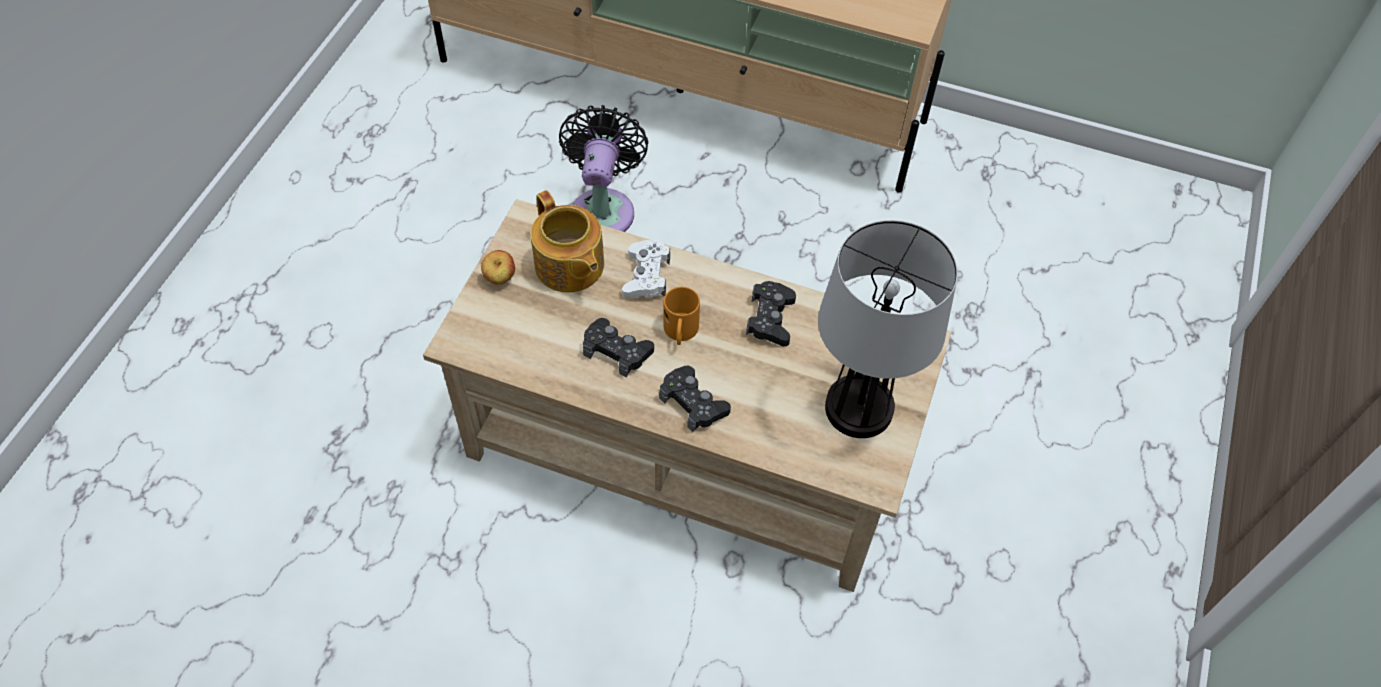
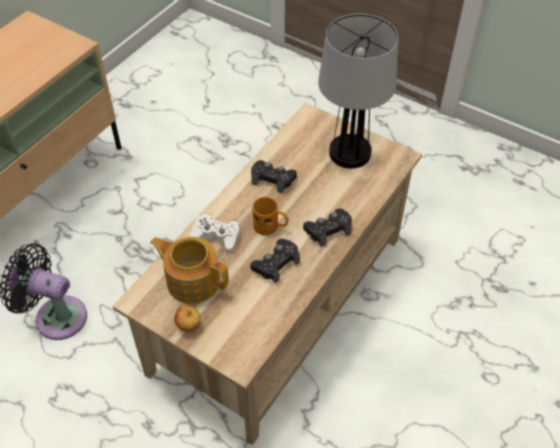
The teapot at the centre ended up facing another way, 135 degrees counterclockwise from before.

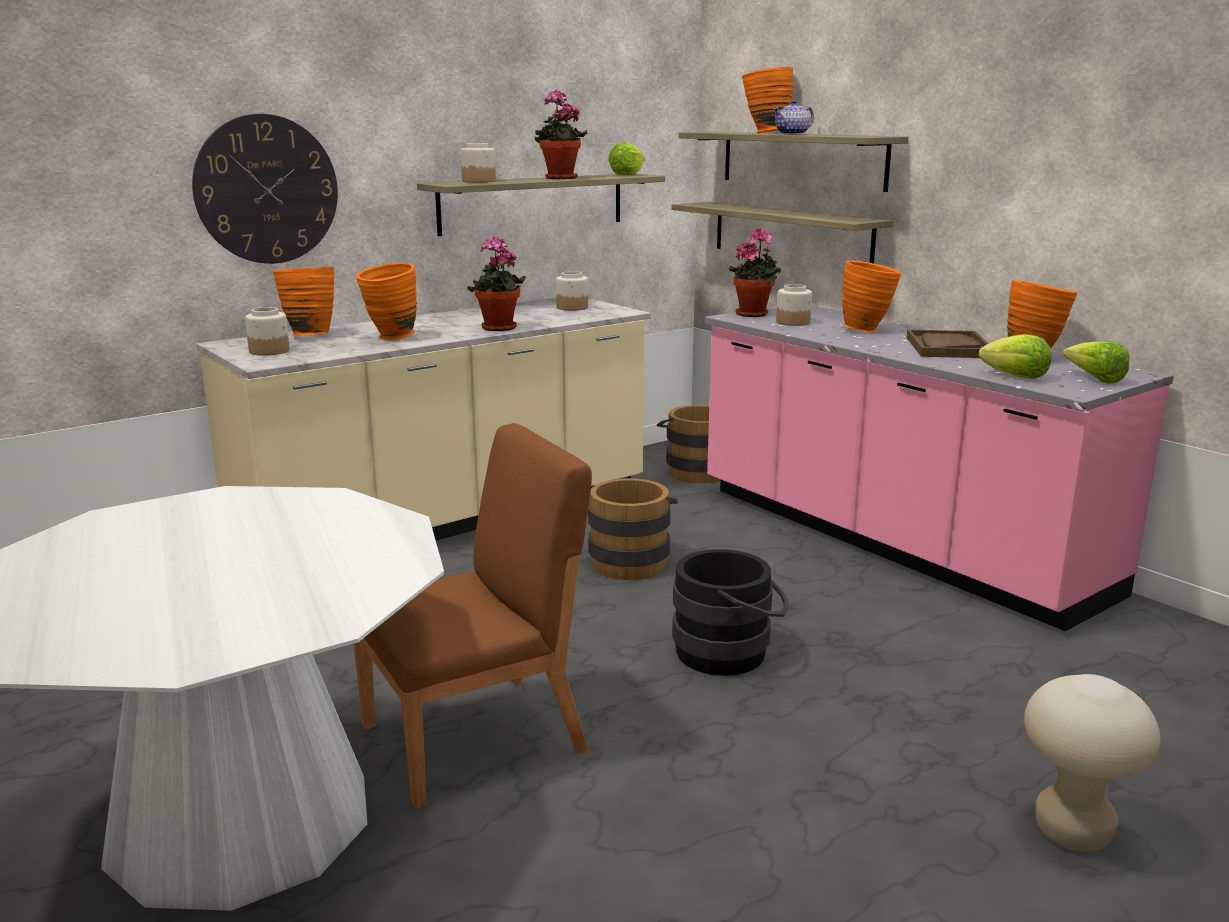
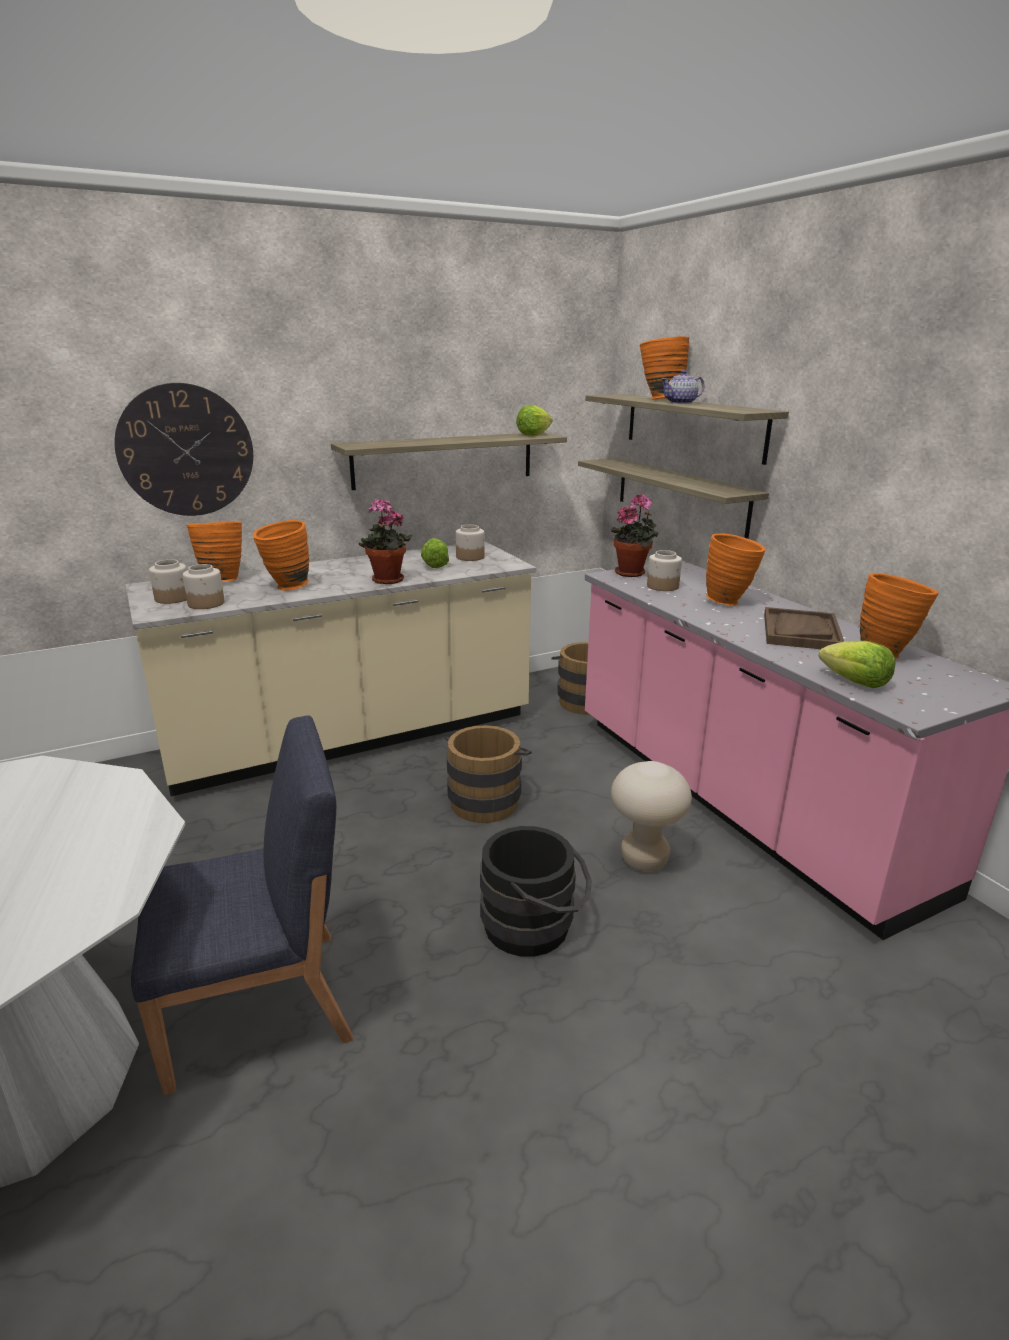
The second view lost the potted plant (2nd from left) at the top centre.
The jar (2nd from left) ended up elsewhere, having gone from the top centre to the middle left.
The beige stool ended up elsewhere, having gone from the bottom right to the centre.
The lettuce (3rd from left in the first image) ended up elsewhere, having gone from the middle right to the centre.
What was the brown chair at the bottom centre turned into the blue chair at the bottom left.

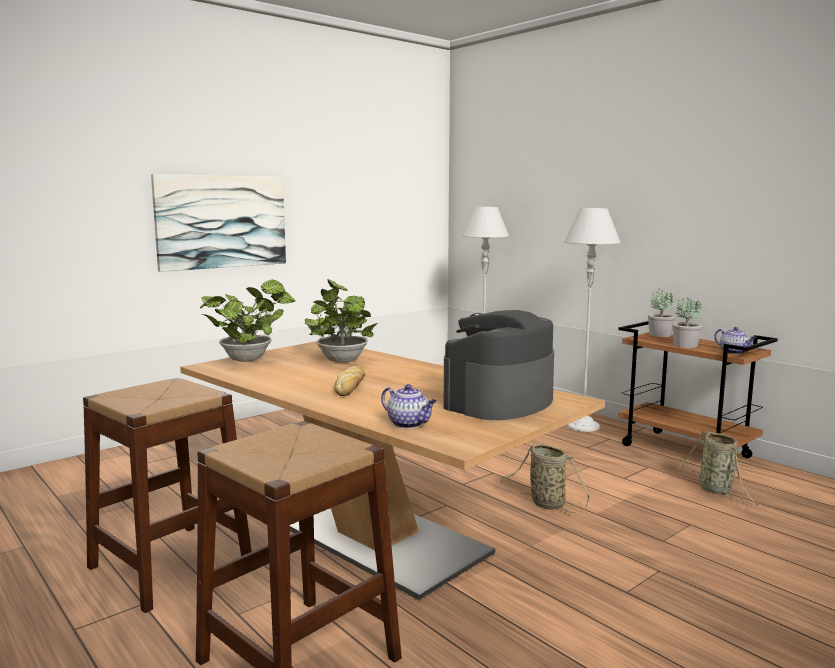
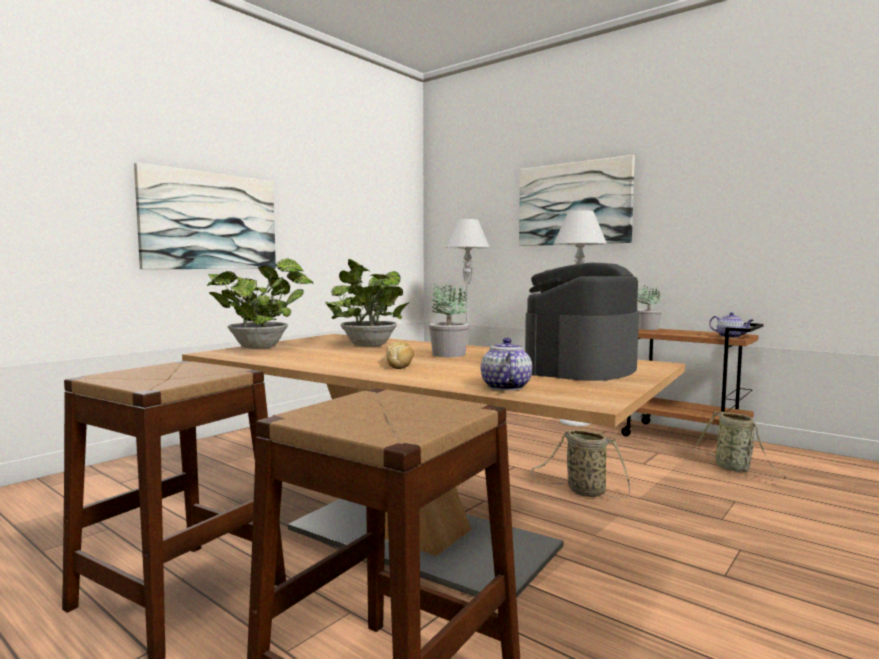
The second view gained the picture (2nd from left) at the top centre.
The potted plant (4th from left in the first image) ended up elsewhere, having gone from the middle right to the centre.
The teapot (1st from left) at the centre ended up facing another way, 120 degrees counterclockwise from before.

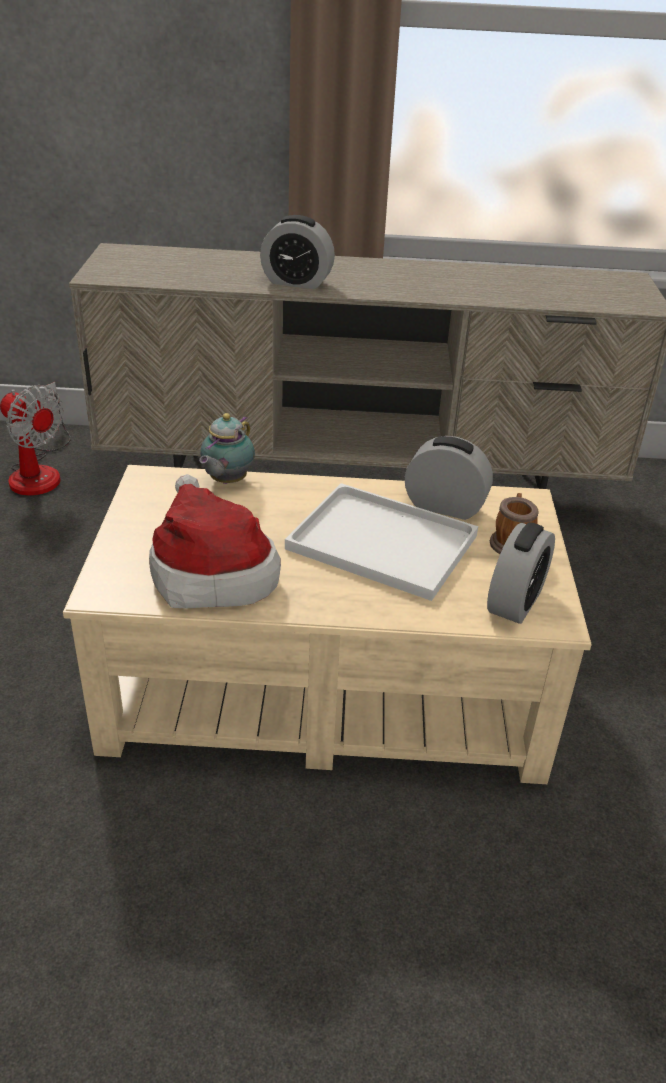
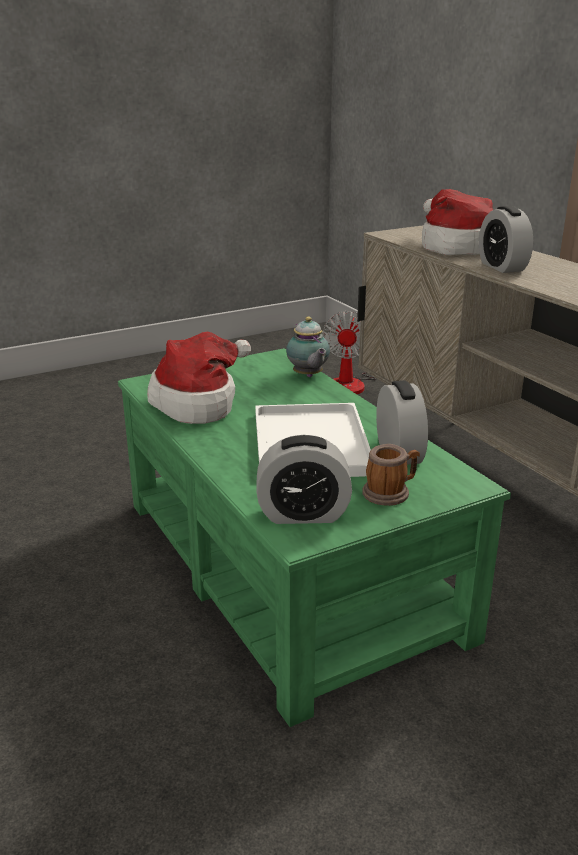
The second view gained the hat (2nd from left) at the top right.
What was the beige coffee table at the centre turned into the green coffee table at the centre.
The teapot at the centre ended up facing another way, 105 degrees counterclockwise from before.

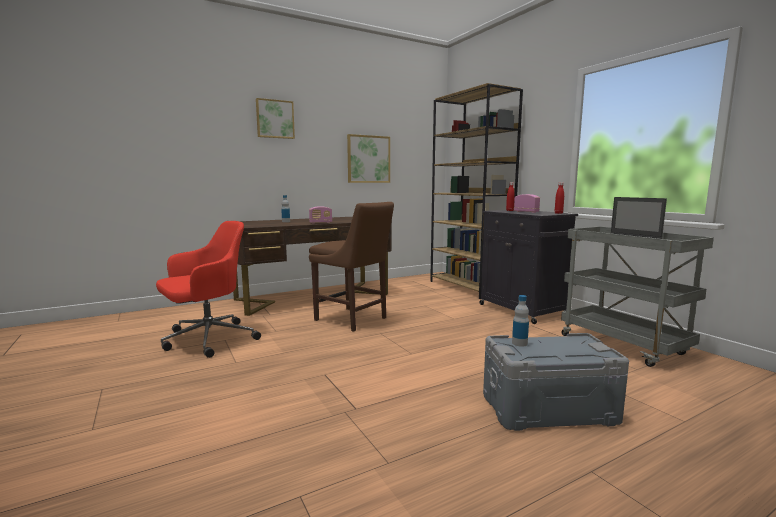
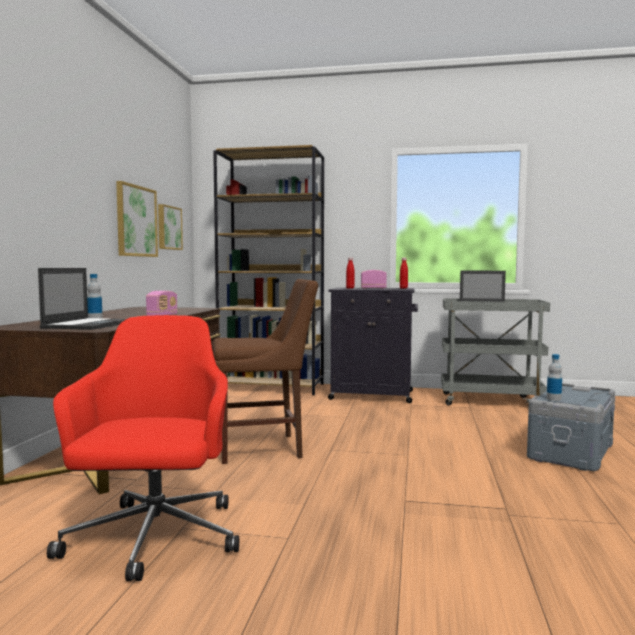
The second view gained the laptop (1st from left) at the middle left.
The picture (1st from left in the first image) ended up elsewhere, having gone from the top centre to the middle left.

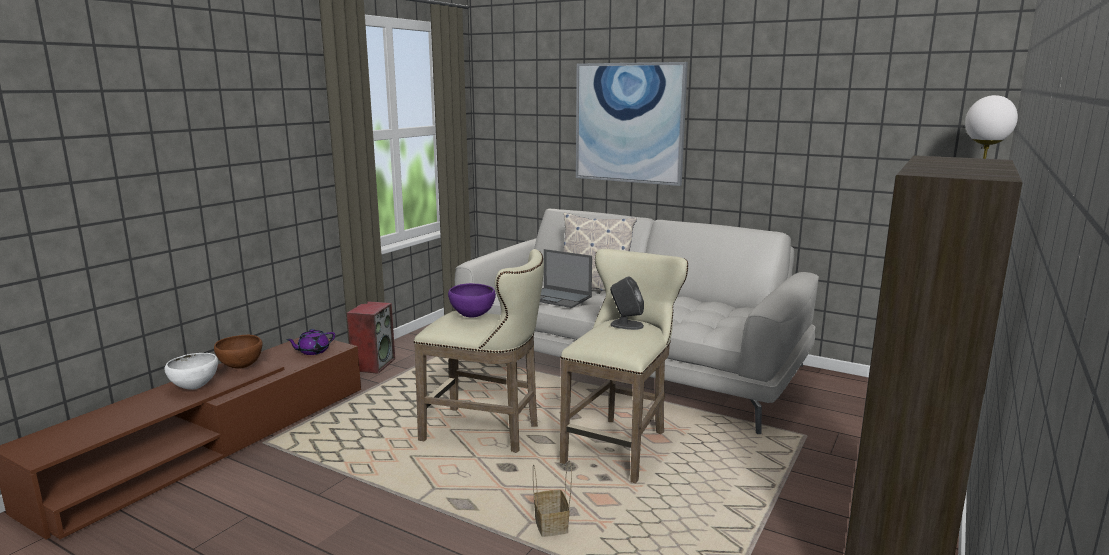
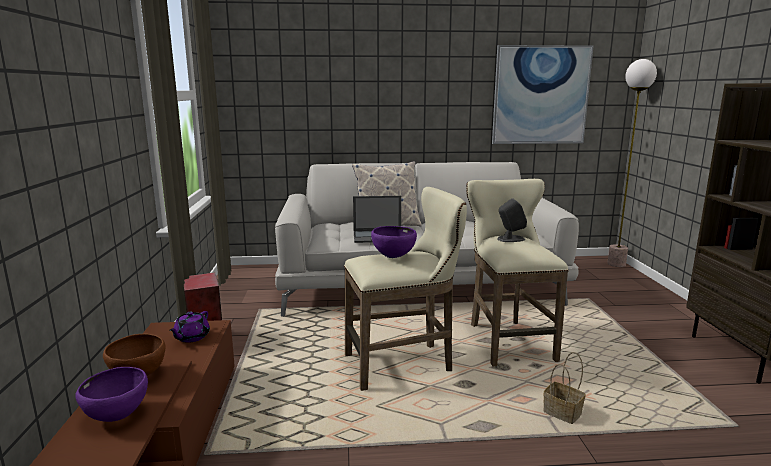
The picture ended up elsewhere, having gone from the top centre to the top right.
What was the white bowl at the bottom left turned into the purple bowl (1st from left) at the bottom left.

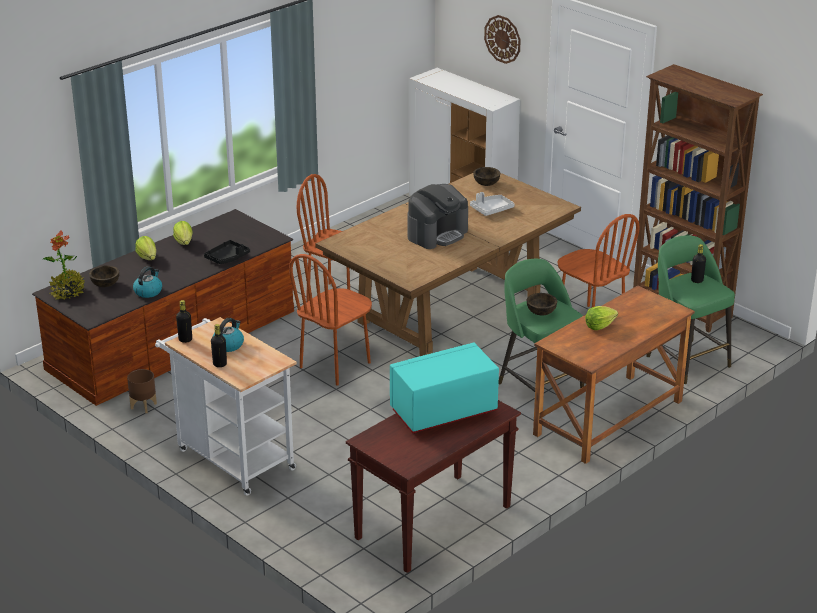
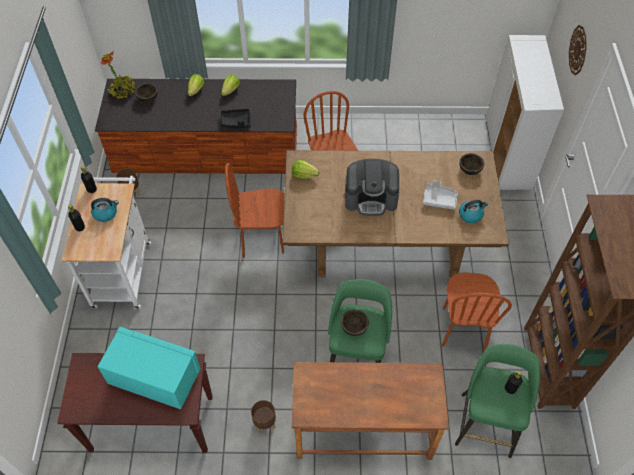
The second view gained the brown planter (2nd from left) at the bottom centre.
The kettle (1st from left in the first image) ended up elsewhere, having gone from the middle left to the middle right.
The lettuce (3rd from left) ended up elsewhere, having gone from the middle right to the centre.

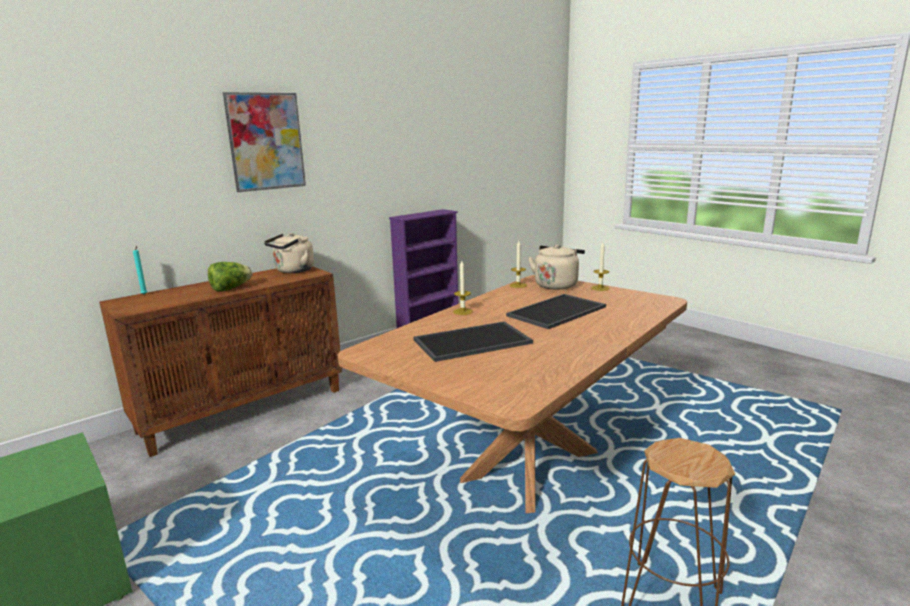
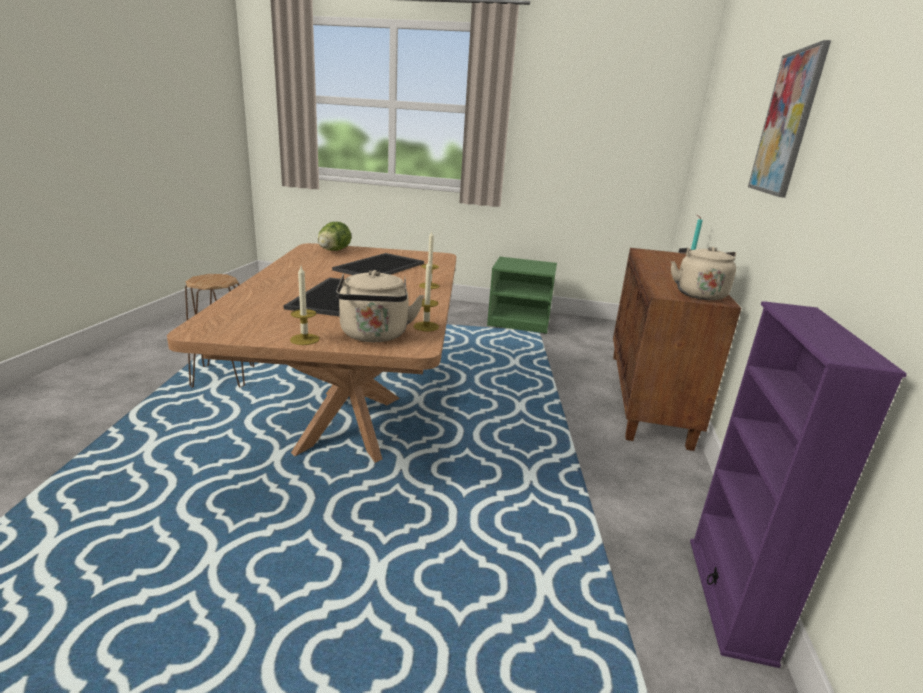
The lettuce ended up elsewhere, having gone from the middle left to the centre.

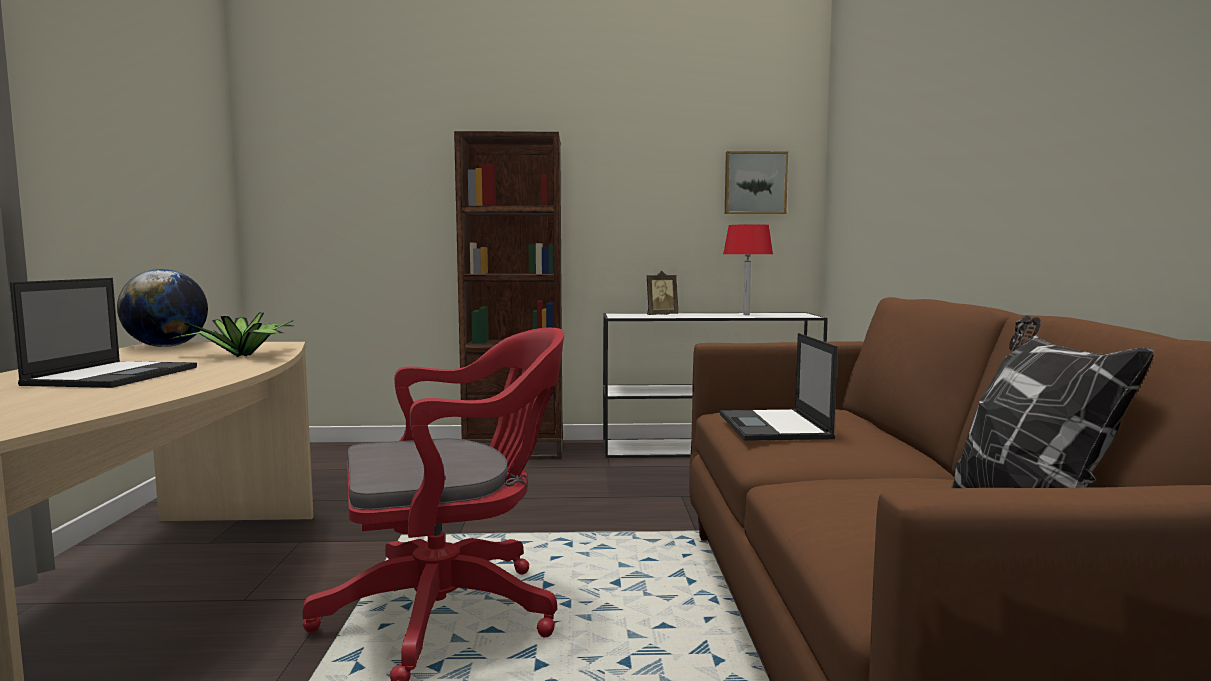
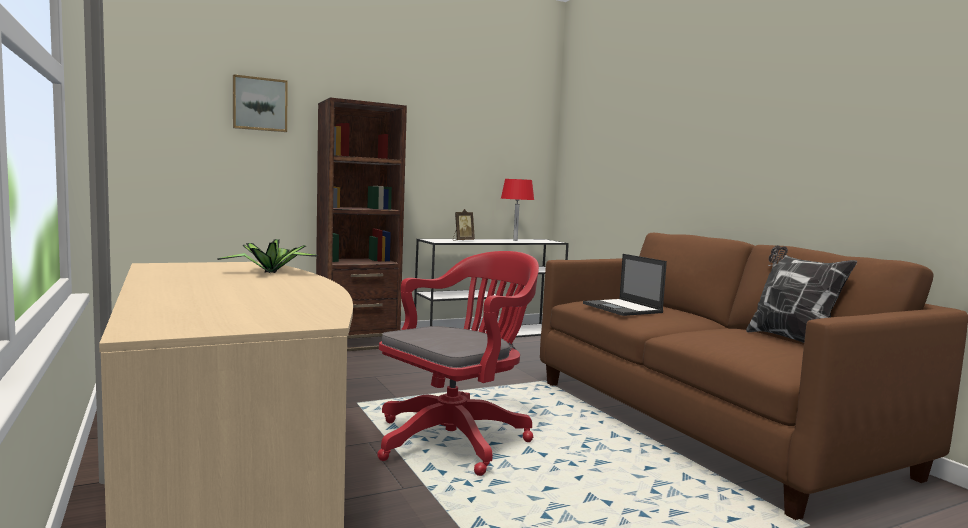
The second view lost the laptop (1st from left) at the middle left.
The second view lost the globe at the middle left.
The picture ended up elsewhere, having gone from the top centre to the top left.

